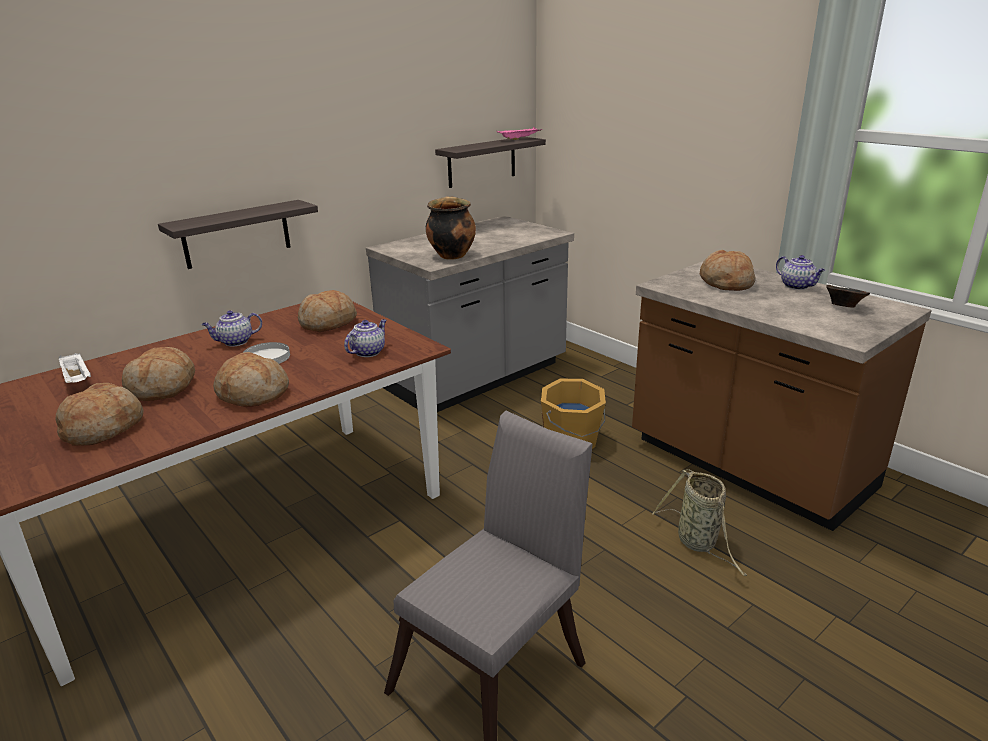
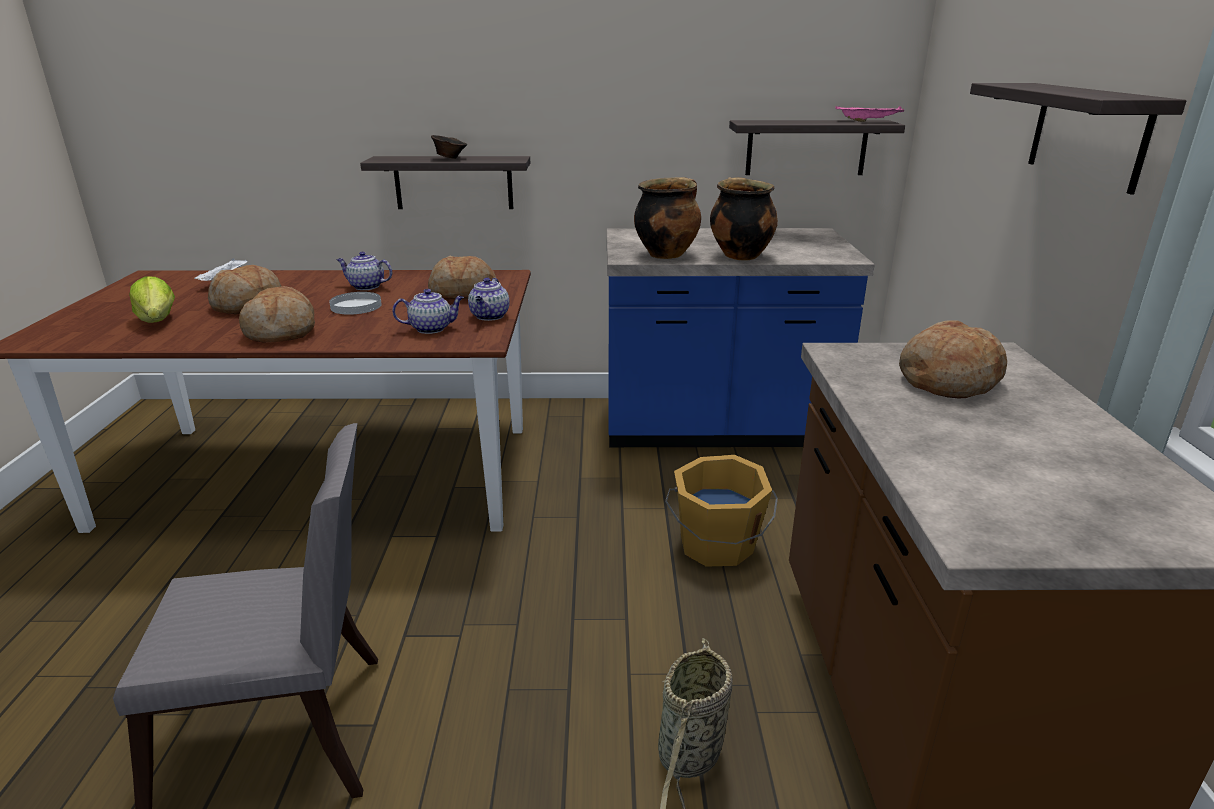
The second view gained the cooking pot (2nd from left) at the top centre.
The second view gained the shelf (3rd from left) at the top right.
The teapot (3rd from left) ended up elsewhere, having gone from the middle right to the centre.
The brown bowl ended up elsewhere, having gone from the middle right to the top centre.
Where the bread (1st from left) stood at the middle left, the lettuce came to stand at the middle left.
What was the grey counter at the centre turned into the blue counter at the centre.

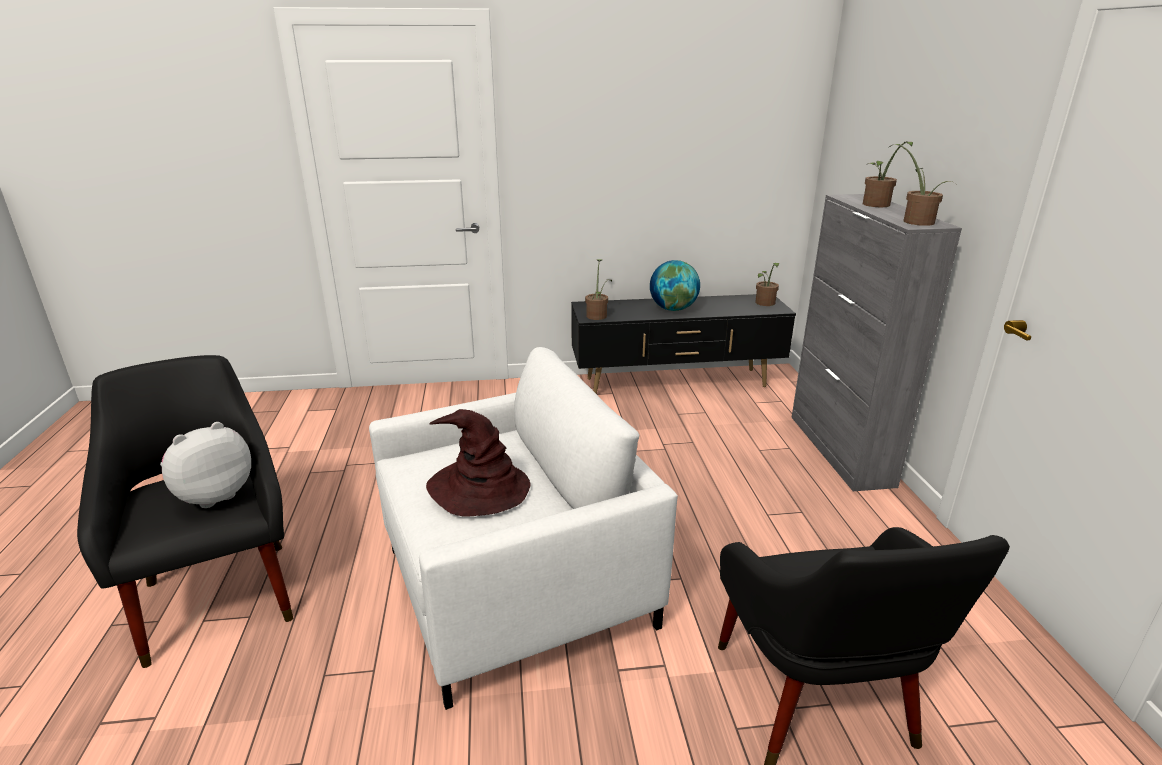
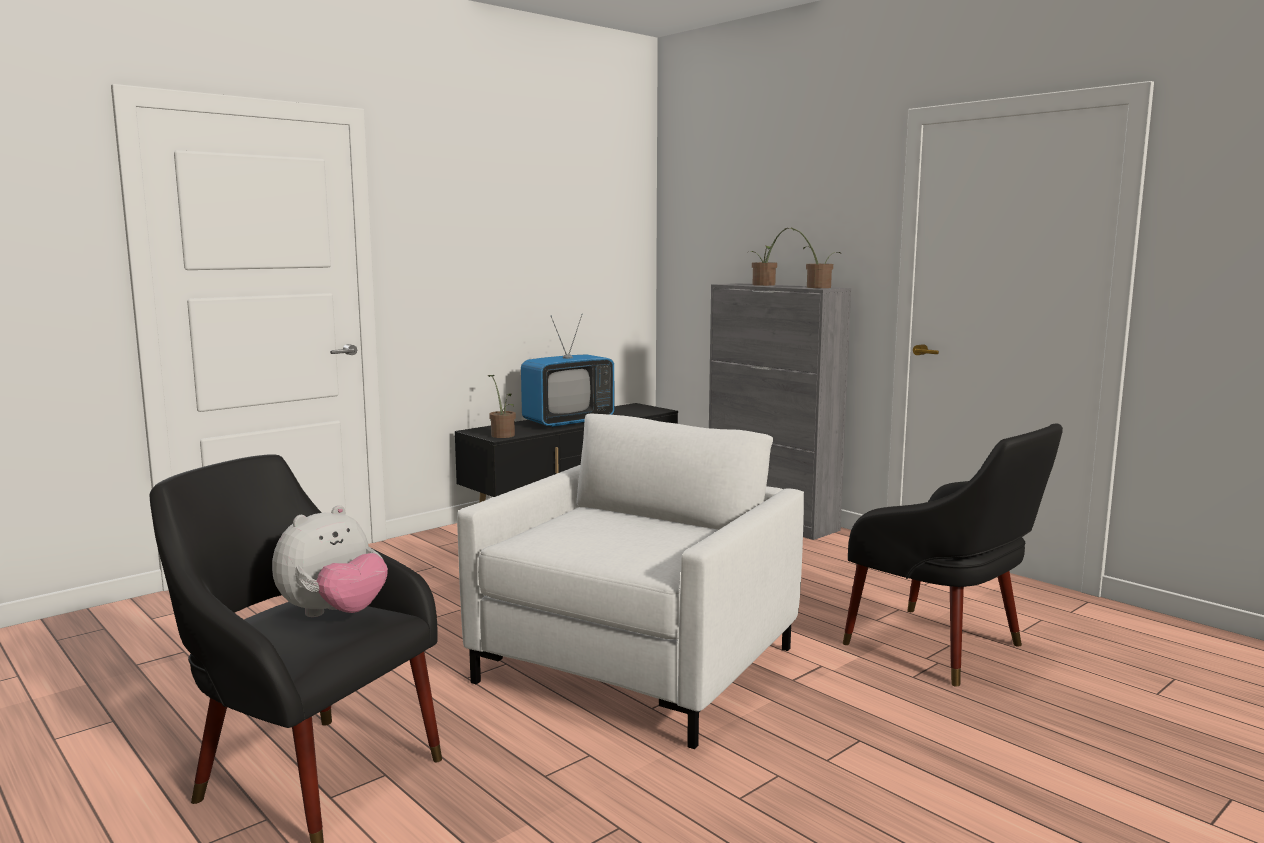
The second view lost the brown hat at the centre.
The second view lost the potted plant (2nd from left) at the centre.
Where the globe stood at the centre, the television came to stand at the centre.
The plush toy at the middle left ended up facing another way, 150 degrees counterclockwise from before.

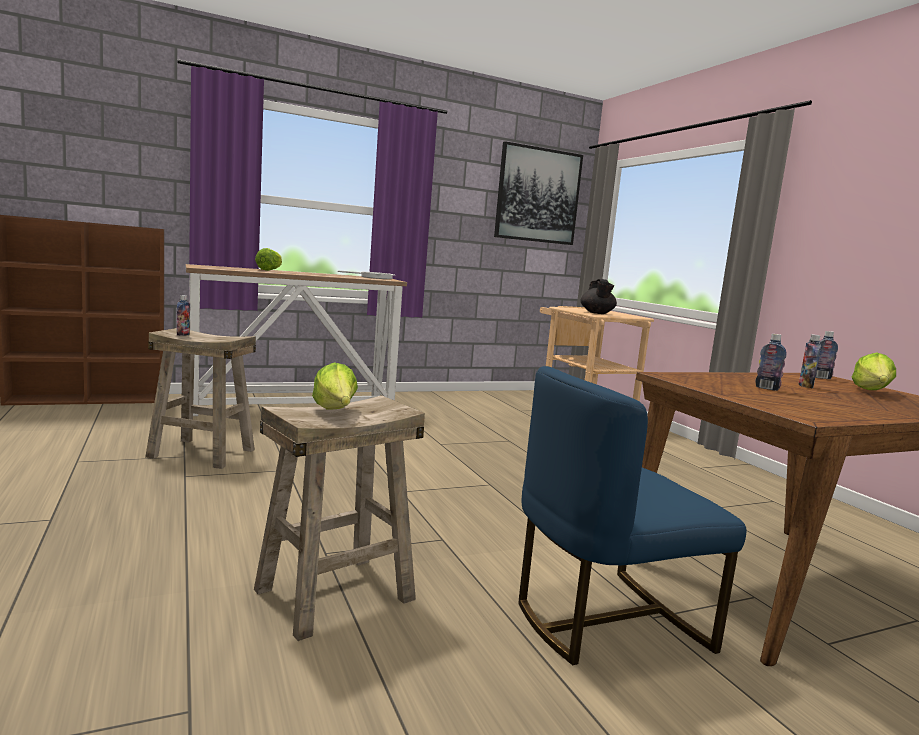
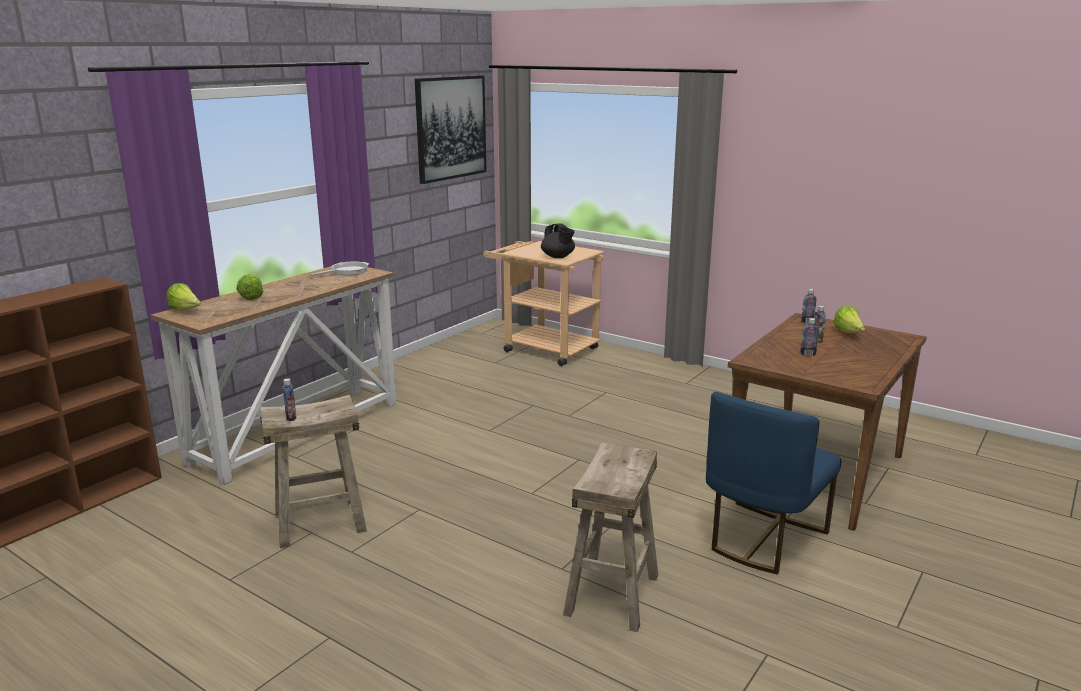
The lettuce (2nd from left in the first image) ended up elsewhere, having gone from the centre to the middle left.

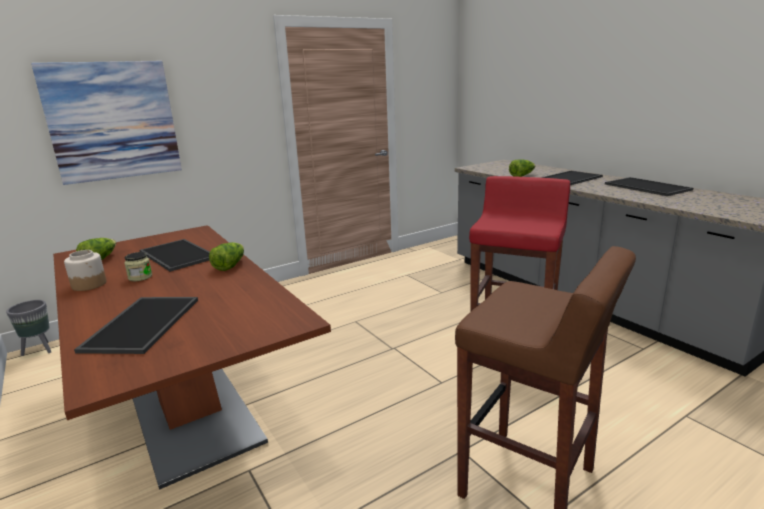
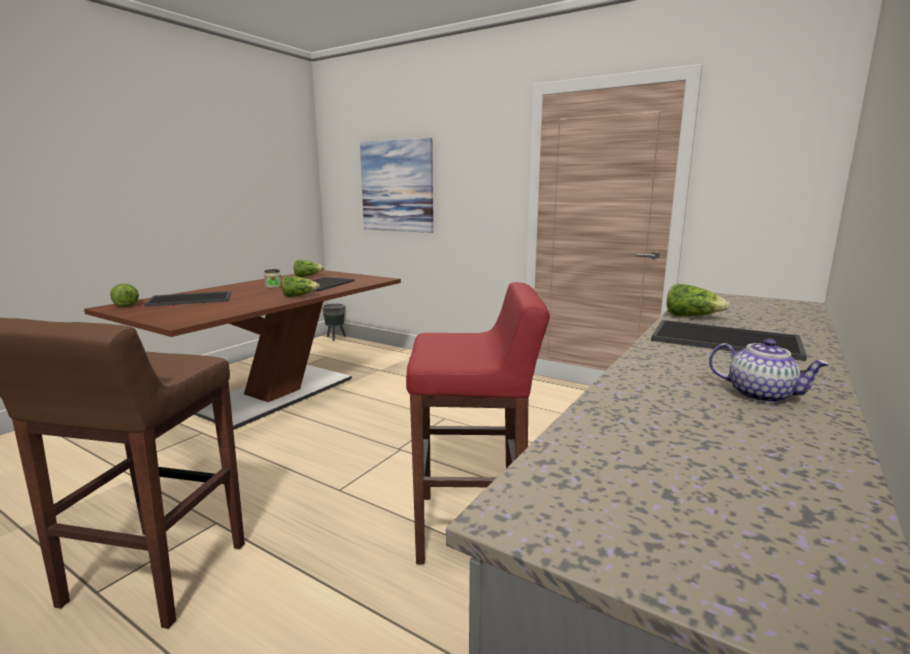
The second view lost the jar (1st from left) at the middle left.
The second view gained the lettuce (1st from left) at the middle left.
Where the tray (4th from left) stood at the middle right, the teapot came to stand at the middle right.

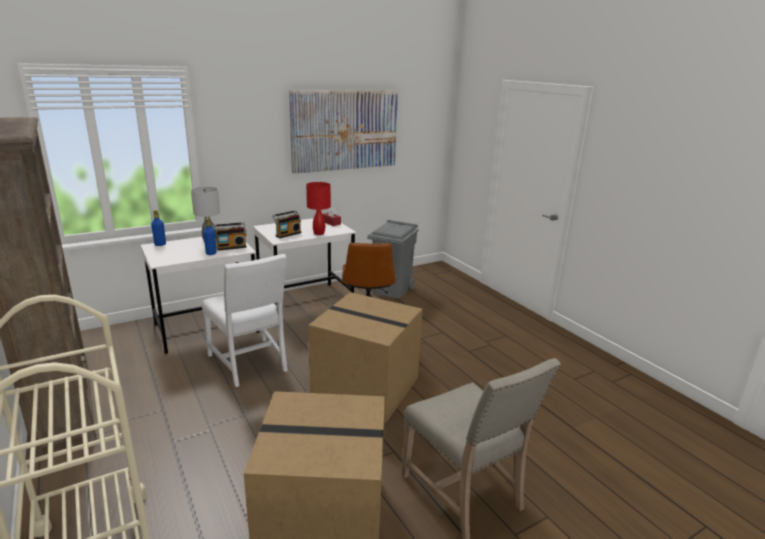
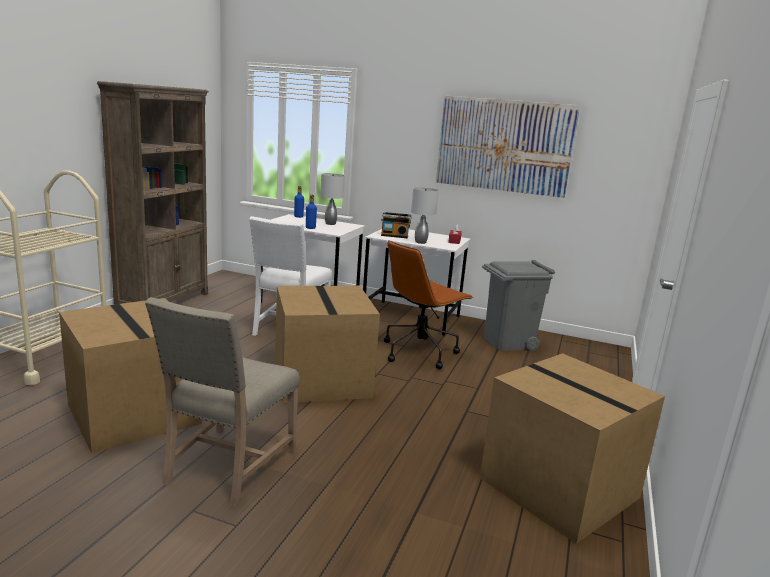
The second view lost the radio (1st from left) at the middle left.
The second view gained the cardboard box (3rd from left) at the bottom right.
What was the red table lamp at the centre turned into the grey table lamp (2nd from left) at the centre.

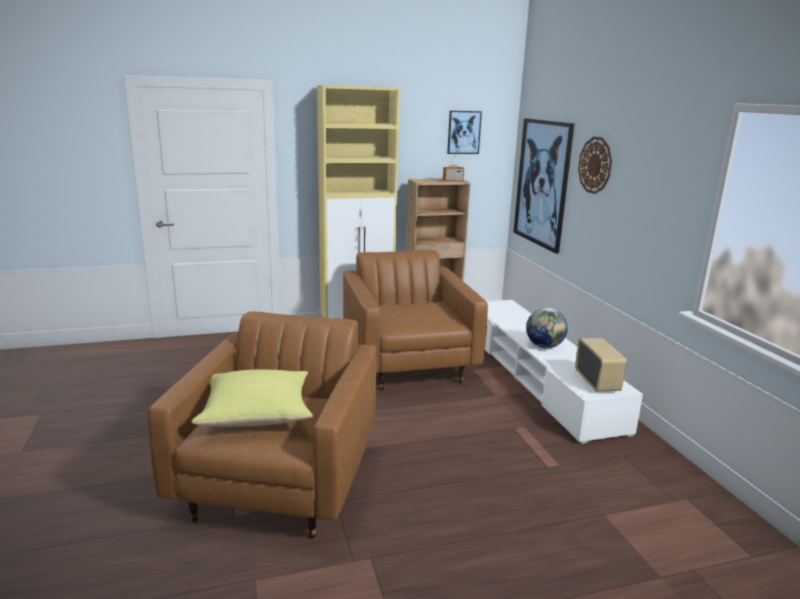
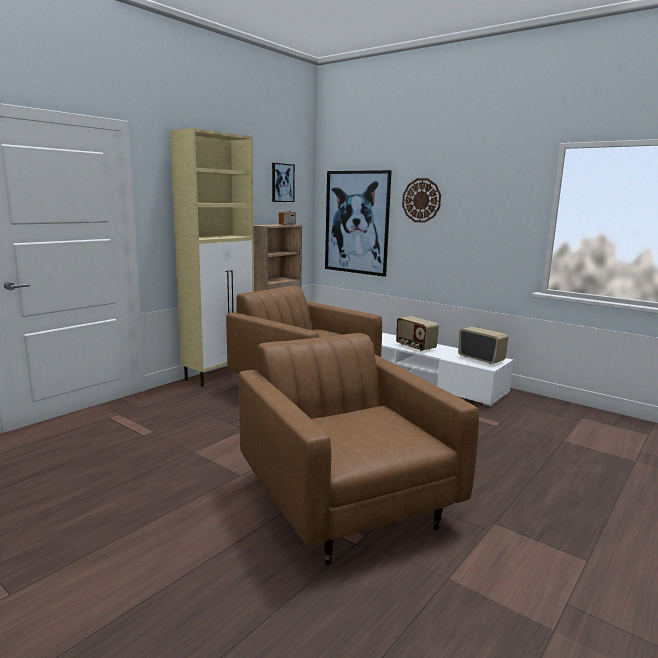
The second view lost the yellow pillow at the middle left.
Where the globe stood at the middle right, the radio (2nd from left) came to stand at the centre.

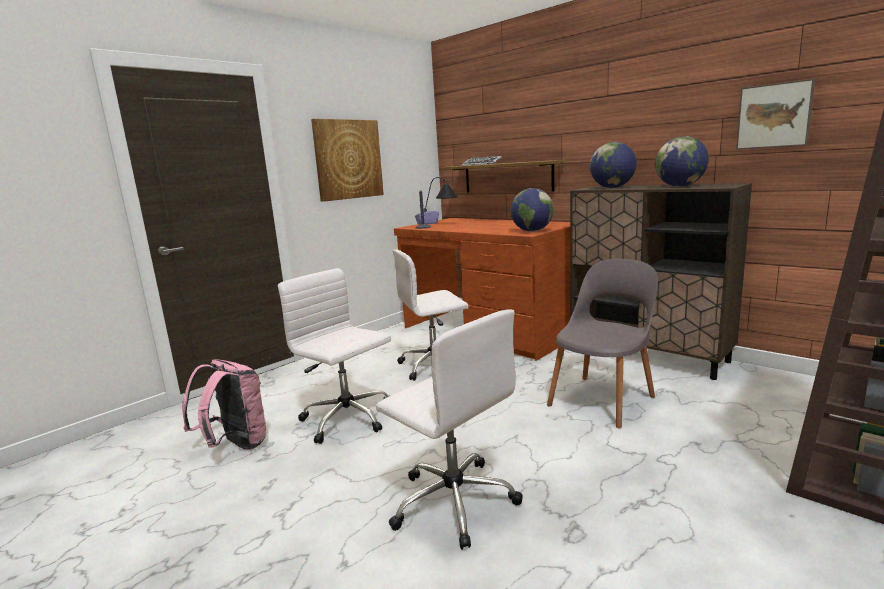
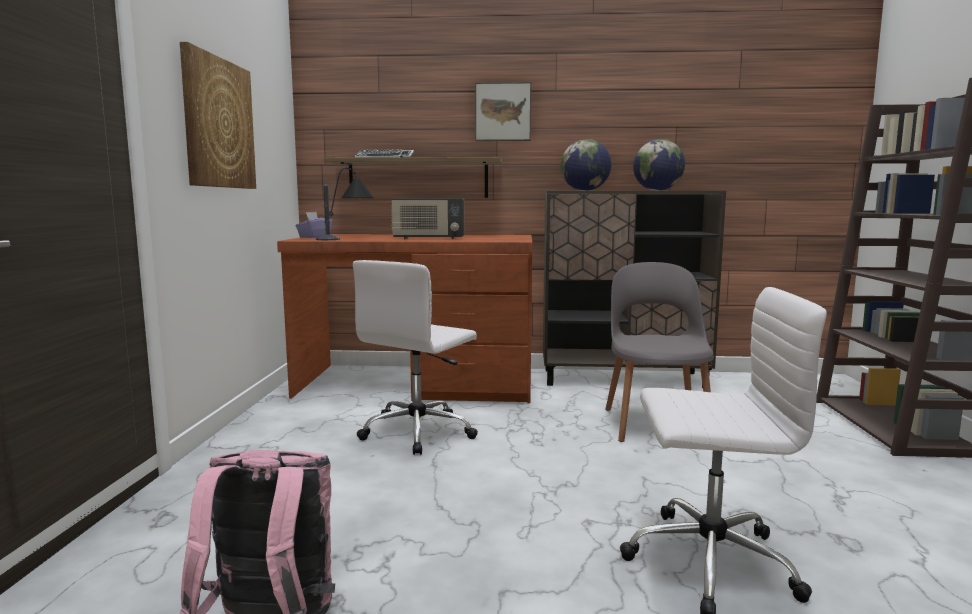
The second view lost the white office chair (1st from left) at the centre.
The second view lost the globe (1st from left) at the centre.
The second view gained the radio at the centre.
The picture (2nd from left) ended up elsewhere, having gone from the top right to the top centre.

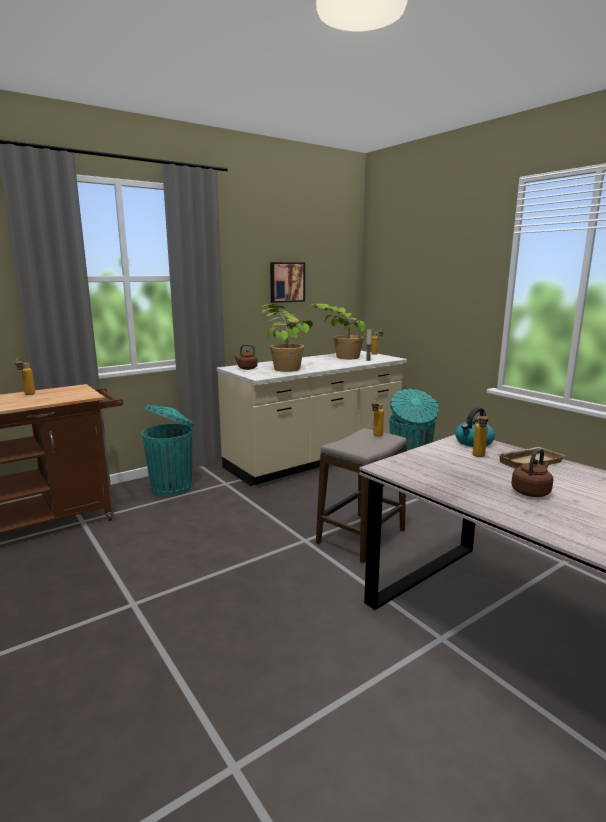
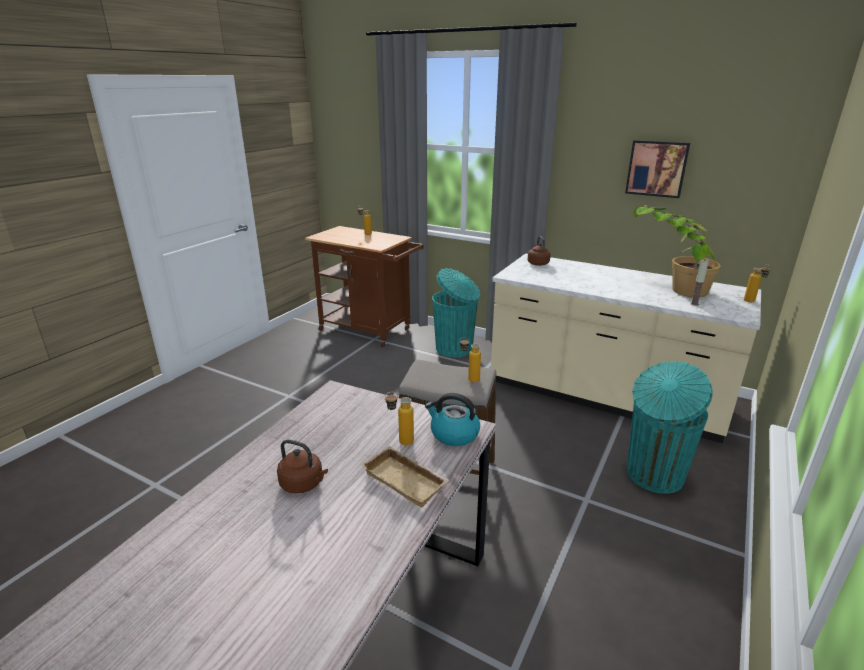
The second view lost the potted plant (1st from left) at the centre.

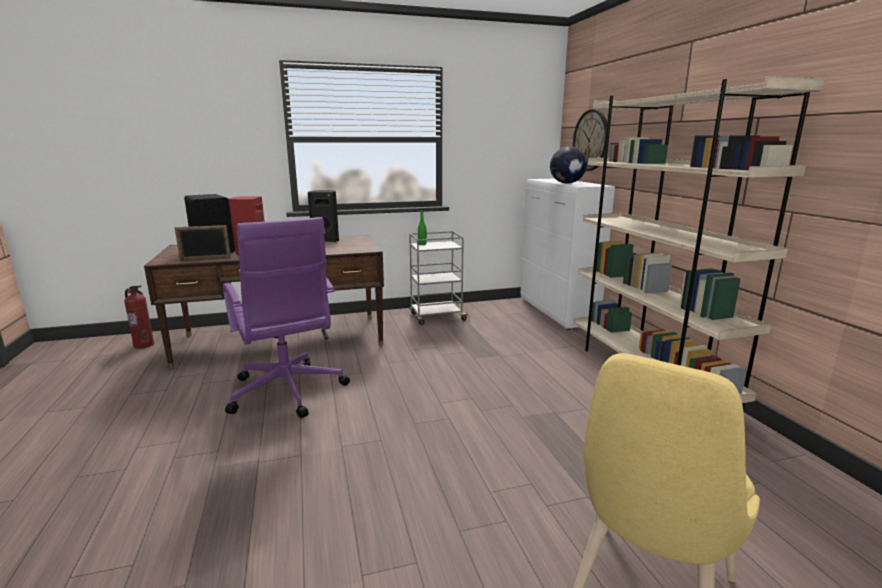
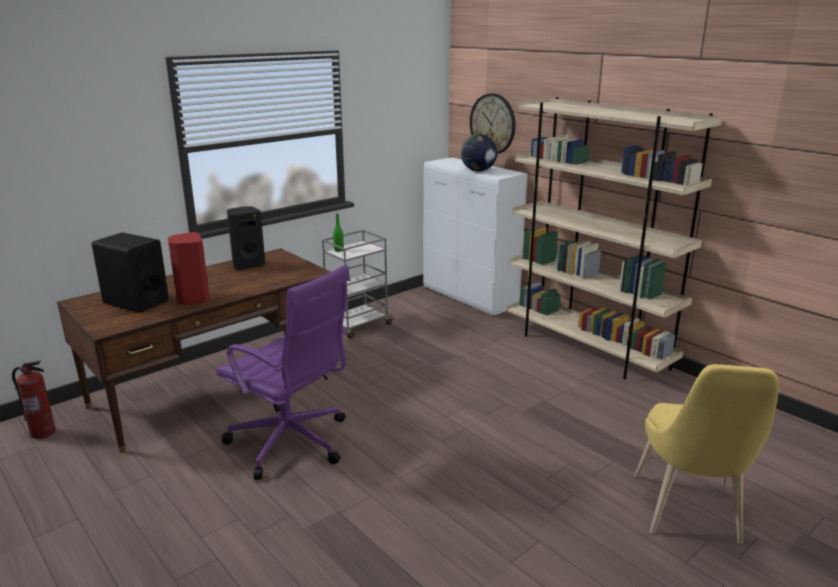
The second view lost the picture frame at the middle left.

